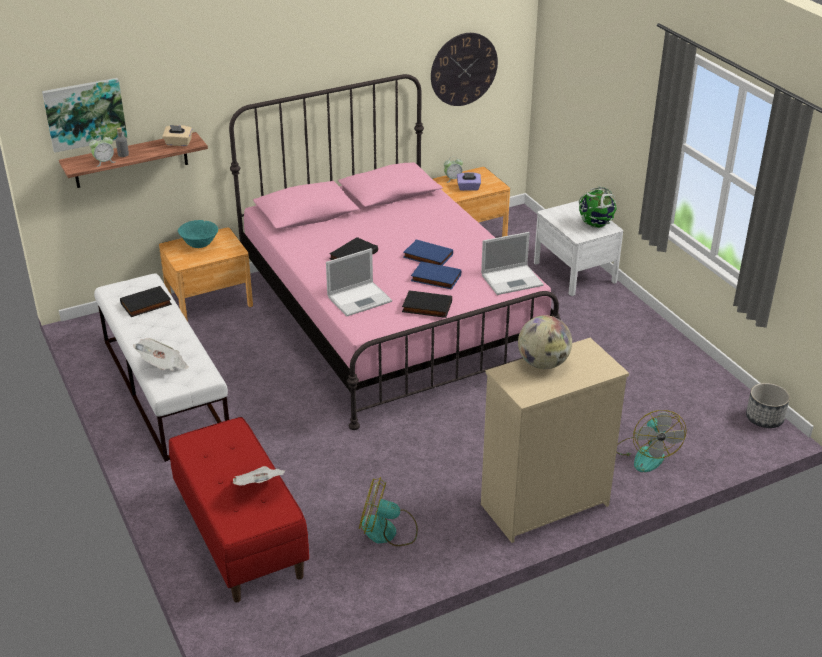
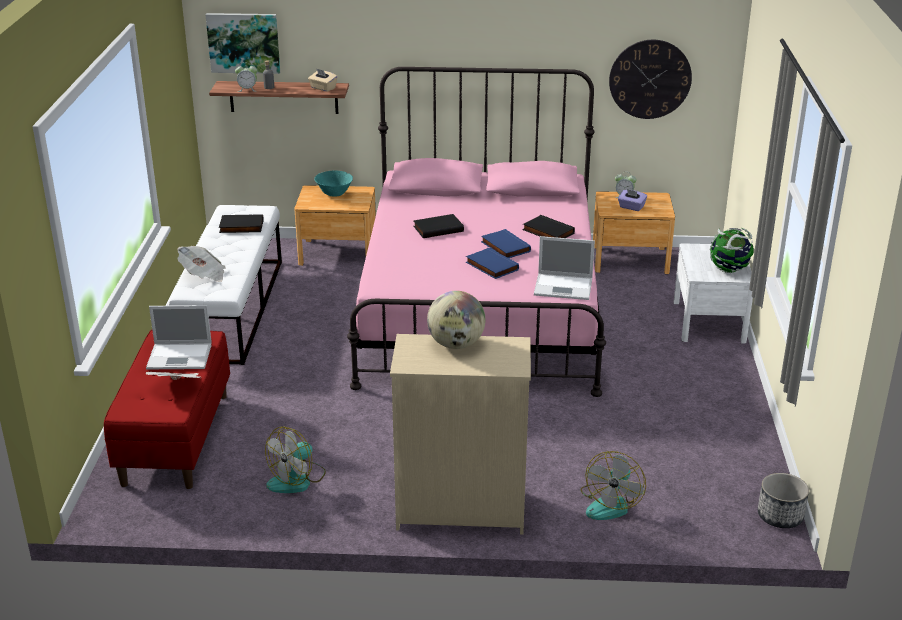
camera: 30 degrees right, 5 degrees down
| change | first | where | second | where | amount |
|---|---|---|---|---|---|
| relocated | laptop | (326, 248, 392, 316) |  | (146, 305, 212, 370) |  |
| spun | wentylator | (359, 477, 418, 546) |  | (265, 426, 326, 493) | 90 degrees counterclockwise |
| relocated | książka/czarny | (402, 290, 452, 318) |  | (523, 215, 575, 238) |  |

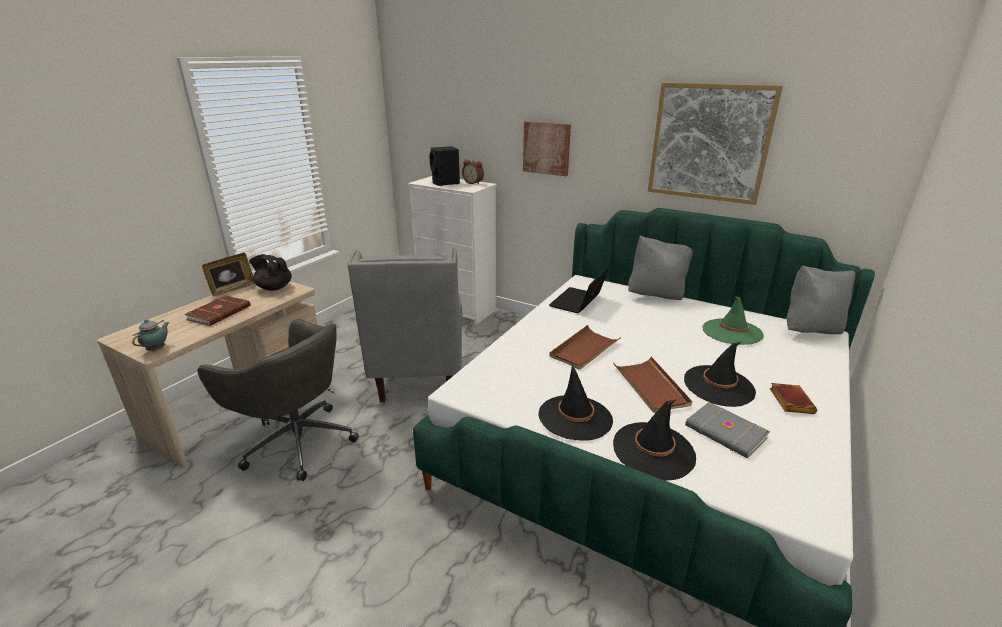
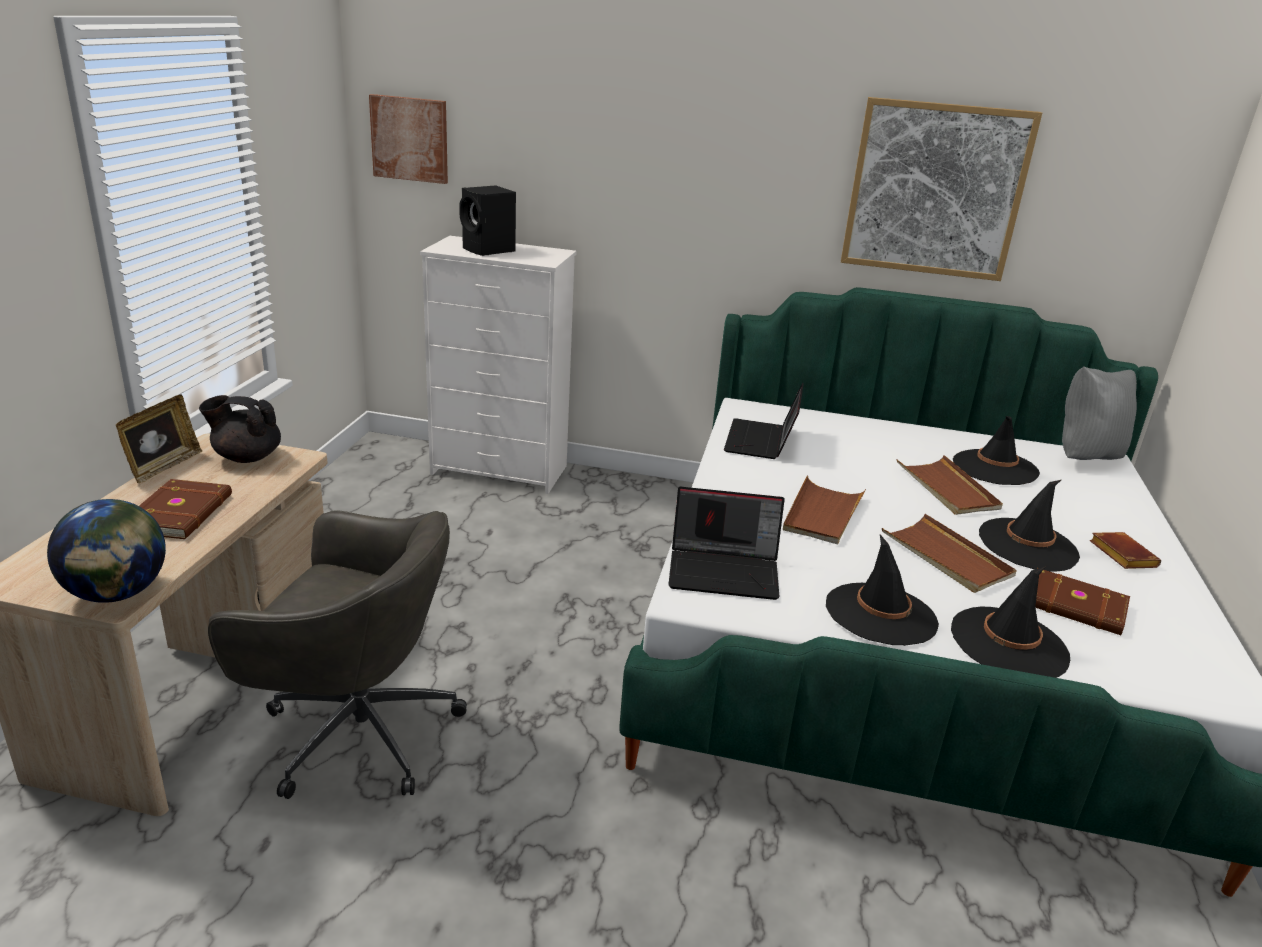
camera: 20 degrees left, 0 degrees up
| change | first | where | second | where | amount |
|---|---|---|---|---|---|
| exchanged | imbryk | (132, 319, 169, 352) | globus | (47, 499, 166, 603) |  |
| missing | fotel/szary | (348, 249, 462, 402) |  |  |  |
| missing | budzik | (462, 160, 484, 184) |  |  |  |
| relocated | obraz | (523, 121, 571, 176) |  | (369, 94, 448, 184) |  |
| missing | poduszka/szary | (628, 236, 693, 300) |  |  |  |
| colour | książka/szary | (685, 402, 770, 458) | książka/brązowy | (1035, 568, 1130, 635) |  |
| colour | kapelusz/zielony | (702, 296, 764, 345) | kapelusz/czarny | (953, 416, 1040, 485) |  |
| appeared |  |  | laptop | (668, 487, 785, 600) |  |
| appeared |  |  | taca/brązowy | (896, 455, 1003, 515) |  |

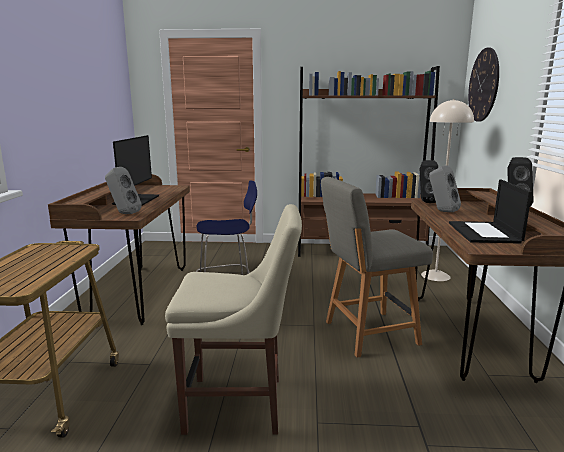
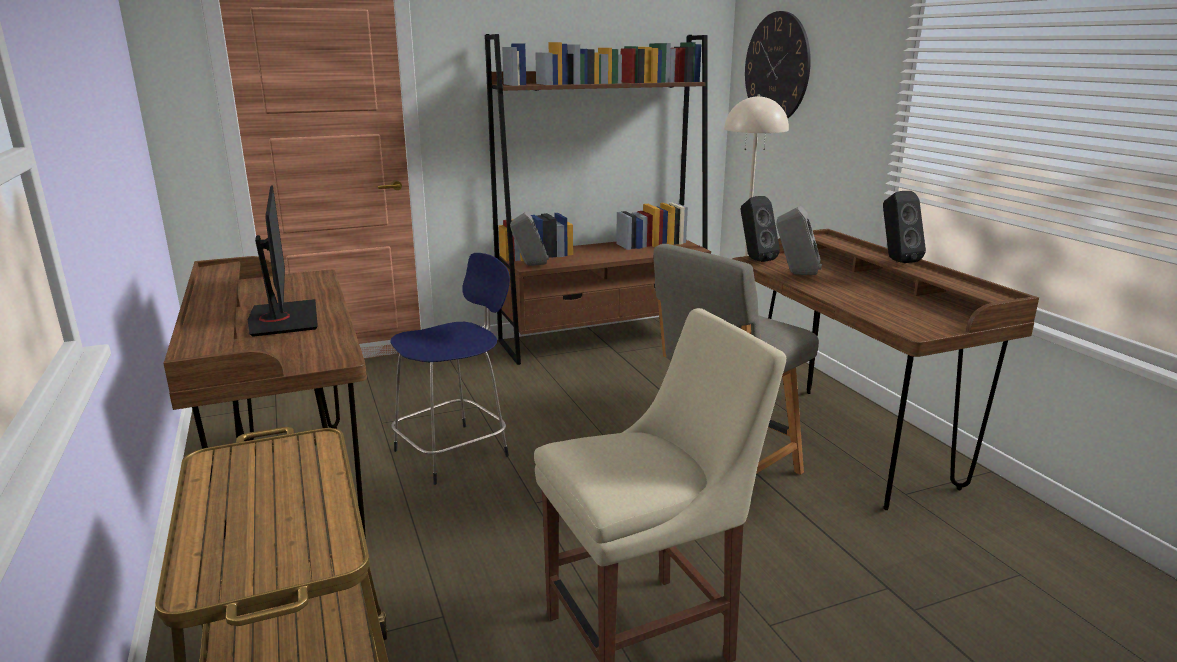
camera: 25 degrees left, 5 degrees up
| change | first | where | second | where | amount |
|---|---|---|---|---|---|
| relocated | głośnik/szary | (105, 167, 142, 214) |  | (510, 212, 549, 266) |  |
| missing | laptop | (449, 179, 532, 244) |  |  |  |

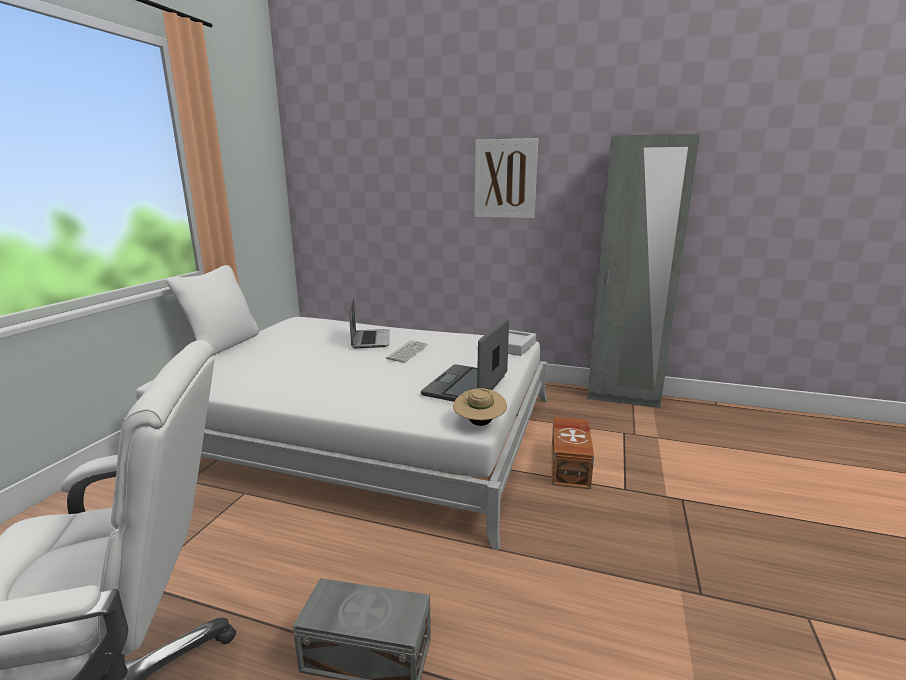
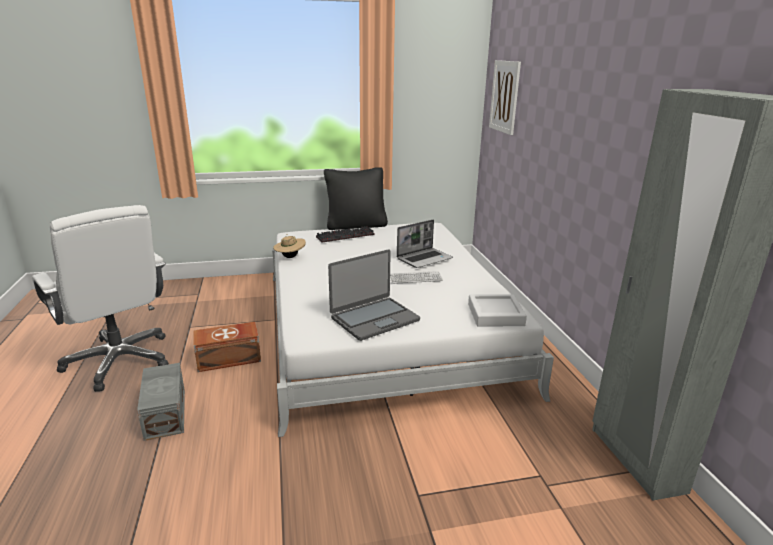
camera: 60 degrees right, 5 degrees up
| change | first | where | second | where | amount |
|---|---|---|---|---|---|
| colour | poduszka/biały | (166, 265, 259, 356) | poduszka/czarny | (324, 167, 388, 230) |  |
| spun | laptop | (421, 318, 509, 402) |  | (328, 250, 420, 341) | 150 degrees clockwise |
| relocated | kapelusz/beżowy | (453, 388, 507, 426) |  | (273, 234, 306, 258) |  |
| relocated | obraz | (475, 138, 538, 219) |  | (489, 60, 521, 135) |  |
| relocated | pojemnik do przechowywania/brązowy | (552, 417, 594, 489) |  | (193, 322, 261, 372) |  |
| appeared |  |  | klawiatura | (316, 226, 375, 243) |  |

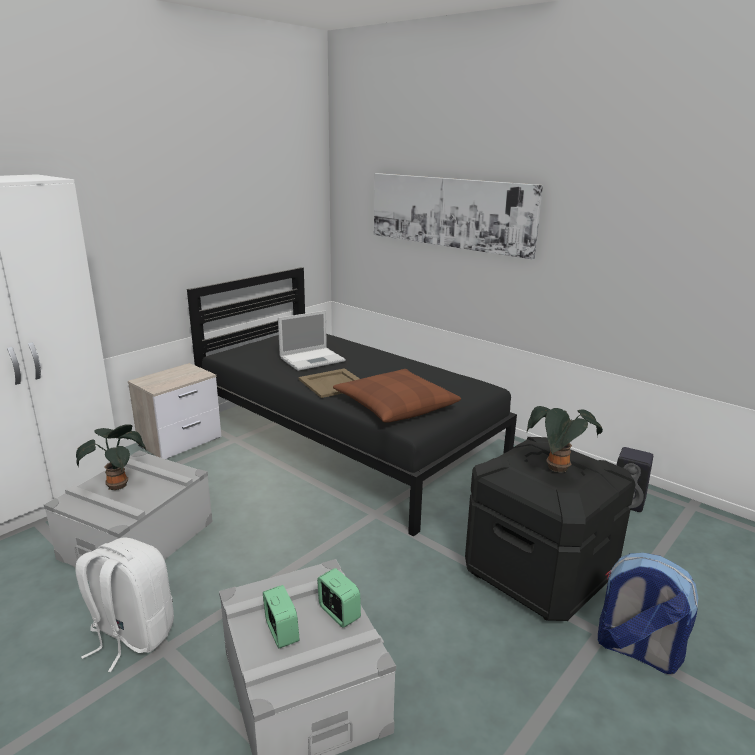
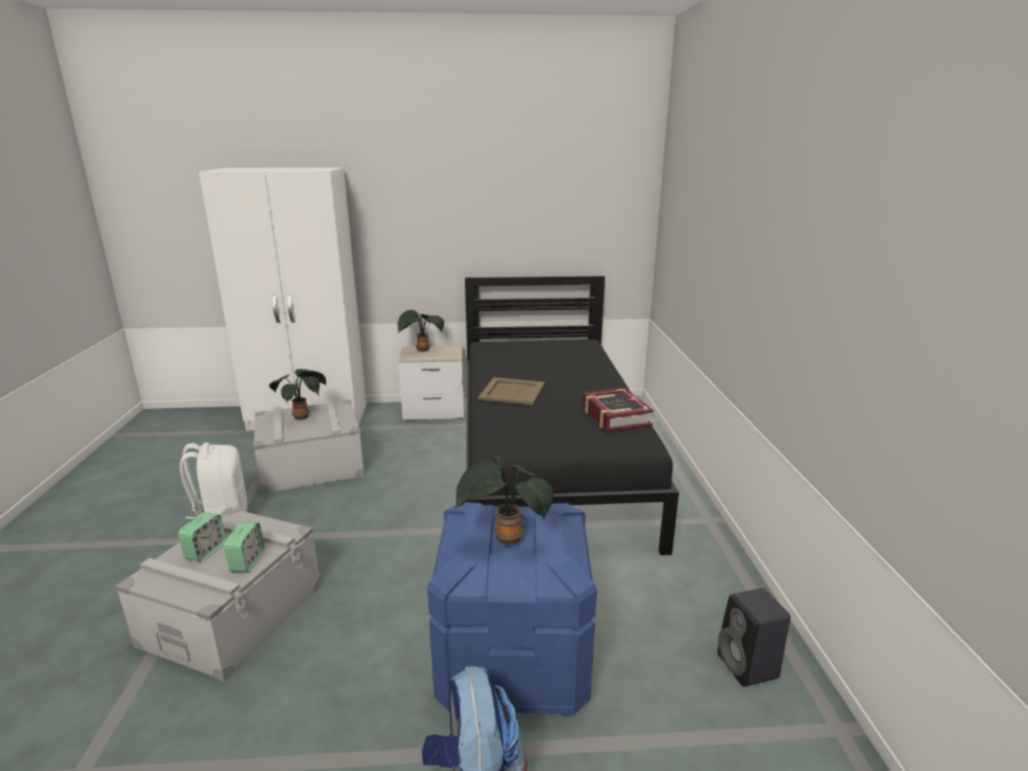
camera: 45 degrees right, 0 degrees up
| change | first | where | second | where | amount |
|---|---|---|---|---|---|
| missing | laptop | (278, 310, 346, 371) |  |  |  |
| missing | poduszka/brązowy | (333, 369, 461, 423) |  |  |  |
| missing | obraz | (374, 173, 543, 259) |  |  |  |
| colour | pojemnik do przechowywania/czarny | (465, 437, 636, 621) | pojemnik do przechowywania/niebieski | (427, 502, 597, 716) |  |
| appeared |  |  | roślina doniczkowa | (398, 310, 444, 352) |  |
| appeared |  |  | książka | (582, 388, 654, 432) |  |

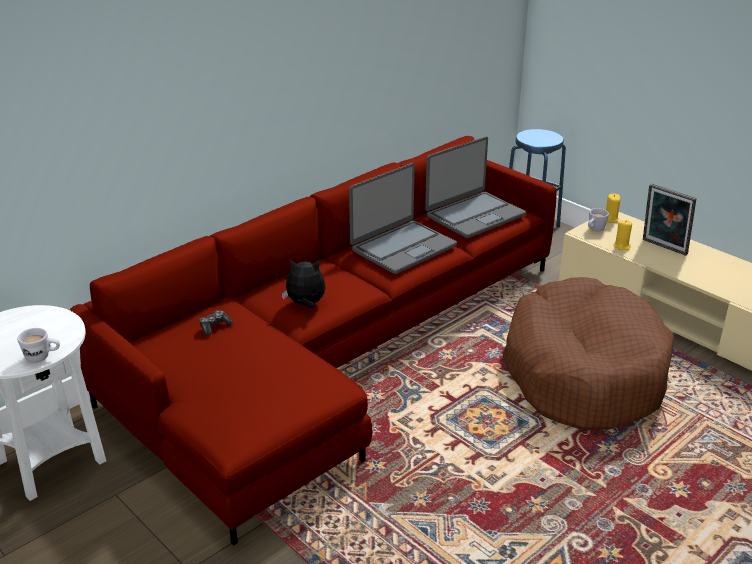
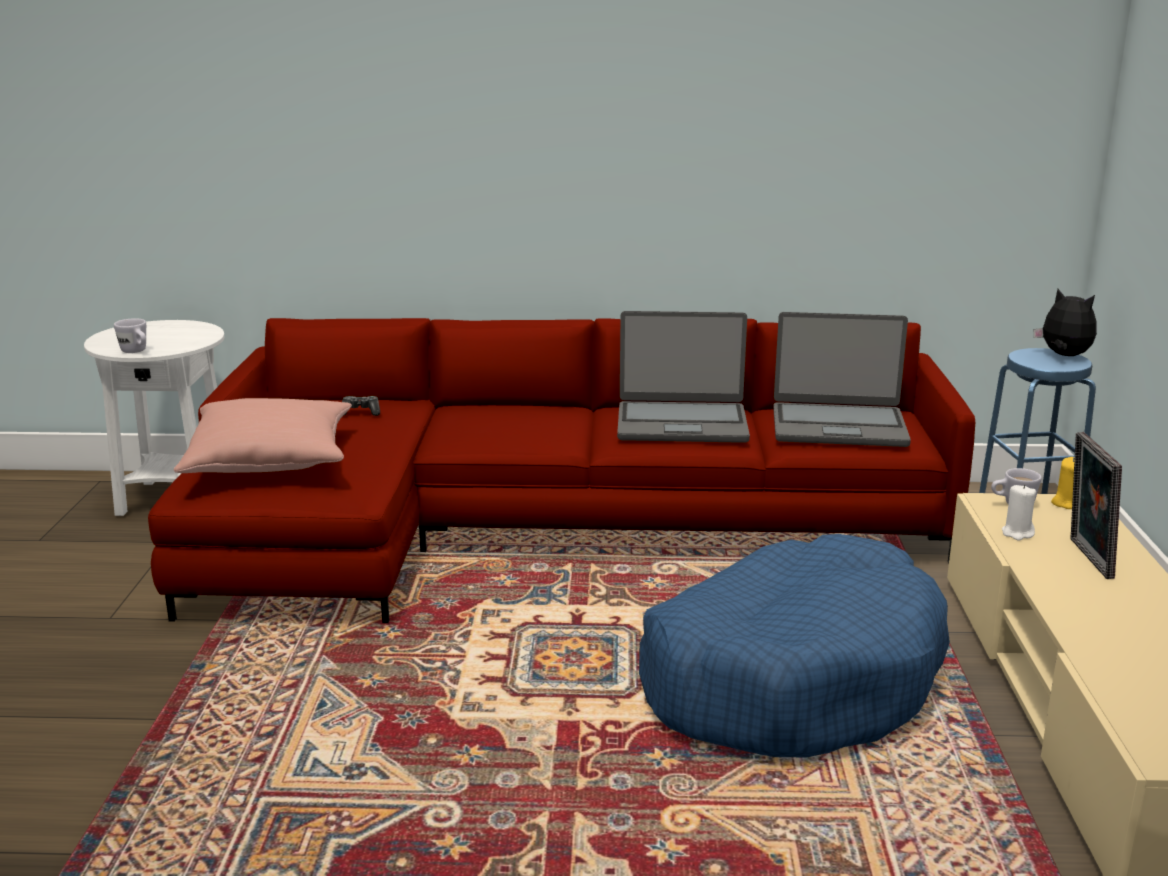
camera: 45 degrees right, 10 degrees down
| change | first | where | second | where | amount |
|---|---|---|---|---|---|
| relocated | pluszak | (282, 260, 325, 308) |  | (1034, 289, 1097, 356) |  |
| colour | legowisko/brązowy | (502, 277, 674, 431) | legowisko/niebieski | (639, 534, 950, 757) |  |
| colour | świeca/żółty | (614, 220, 632, 250) | świeca/biały | (1002, 484, 1036, 540) |  |
| appeared |  |  | poduszka/różowy | (174, 398, 352, 473) |  |

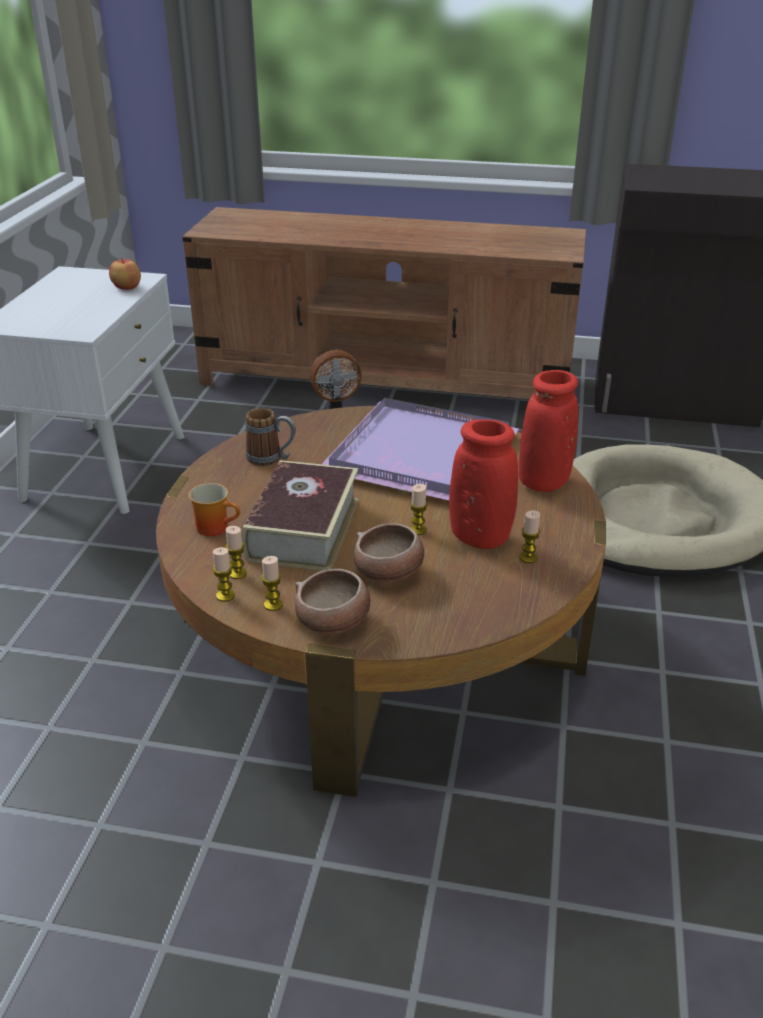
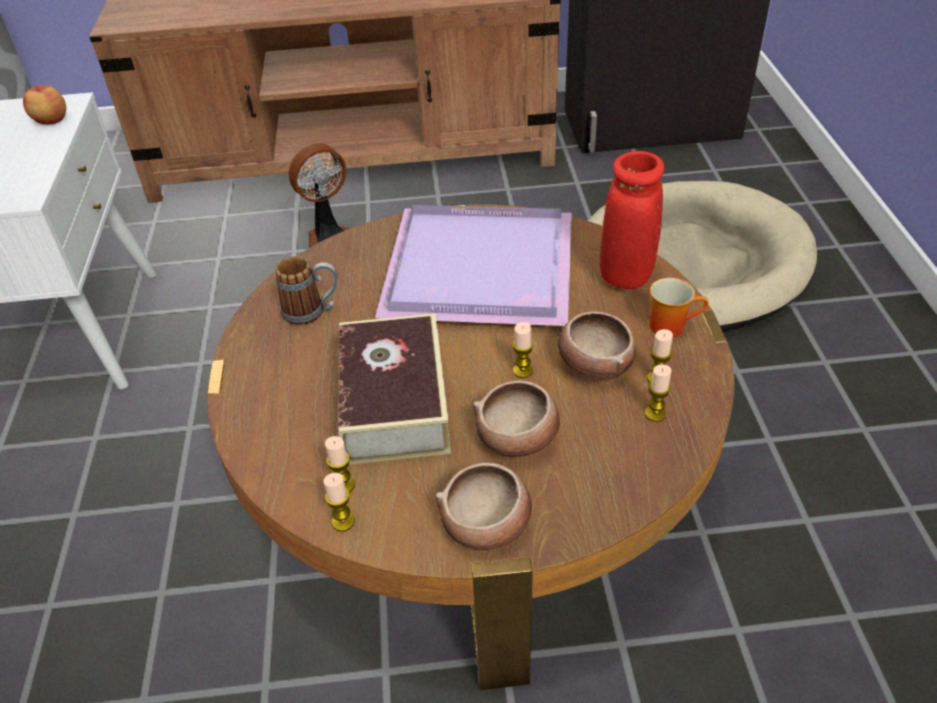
camera: 15 degrees left, 10 degrees up
| change | first | where | second | where | amount |
|---|---|---|---|---|---|
| relocated | kubek | (189, 483, 240, 536) |  | (649, 278, 709, 337) |  |
| relocated | świeca | (261, 556, 283, 611) |  | (645, 364, 672, 422) |  |
| exchanged | wazon/czerwony | (449, 419, 518, 549) | miska | (558, 311, 636, 380) |  |

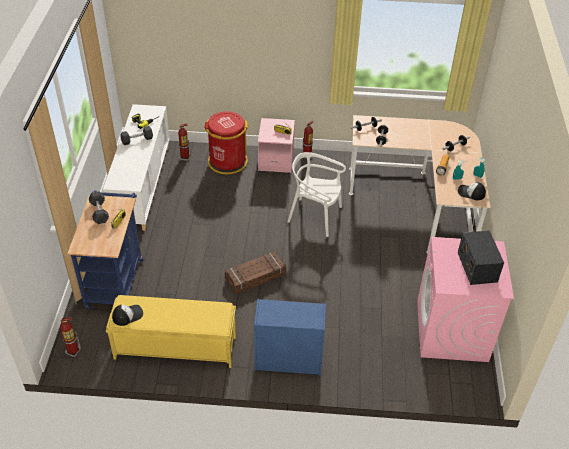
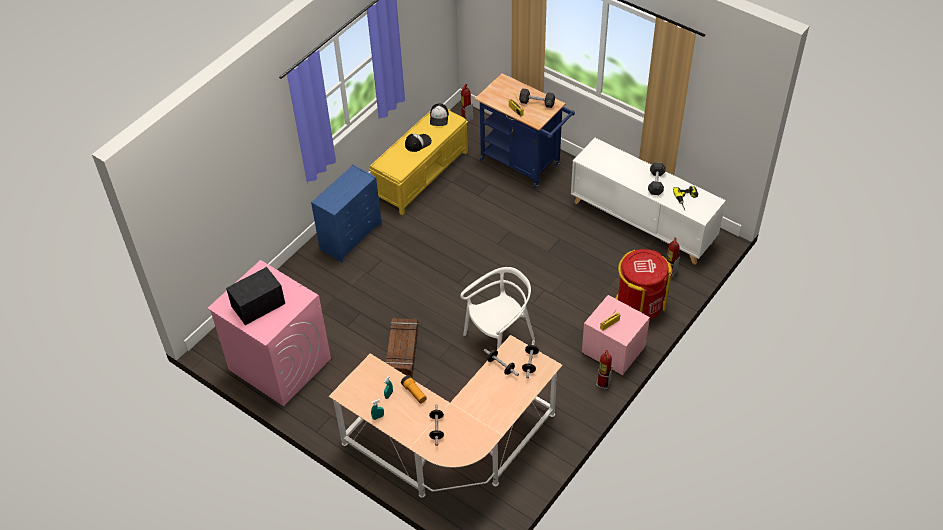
camera: 125 degrees right, 5 degrees up
| change | first | where | second | where | amount |
|---|---|---|---|---|---|
| relocated | skrzynka | (225, 252, 286, 295) |  | (385, 317, 418, 377) |  |
| relocated | czapka z daszkiem | (458, 182, 486, 200) |  | (405, 133, 432, 152) |  |
| spun | radio | (458, 230, 504, 285) |  | (226, 267, 285, 325) | 60 degrees counterclockwise |

